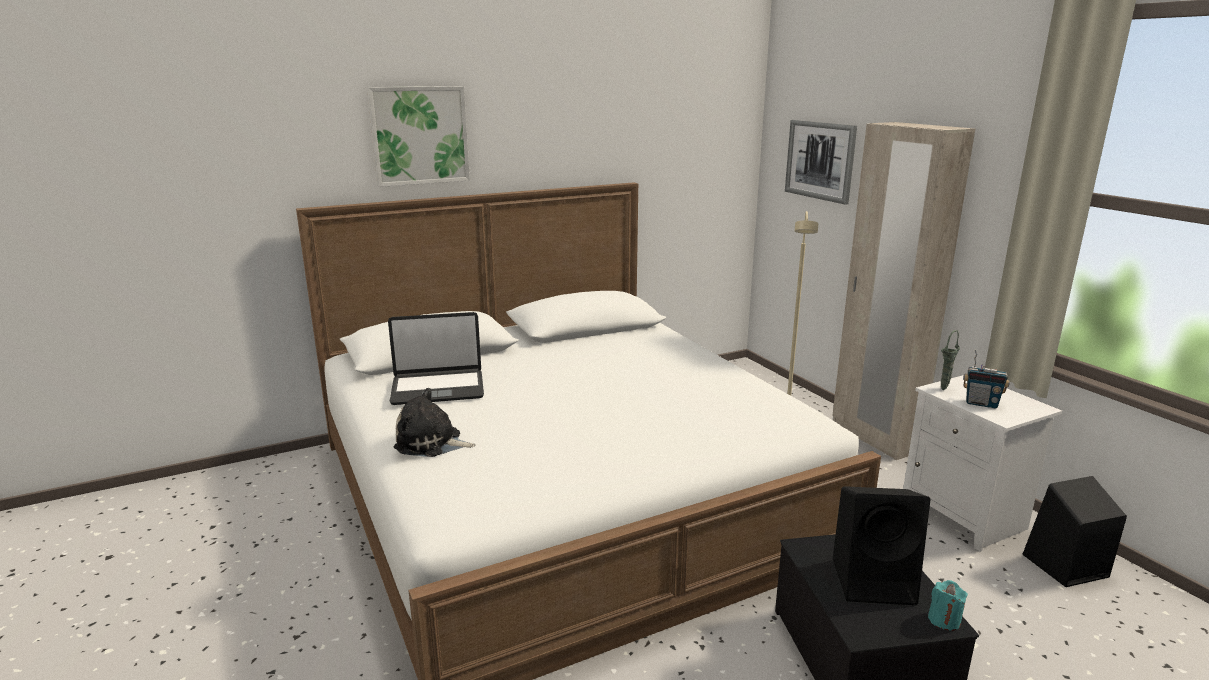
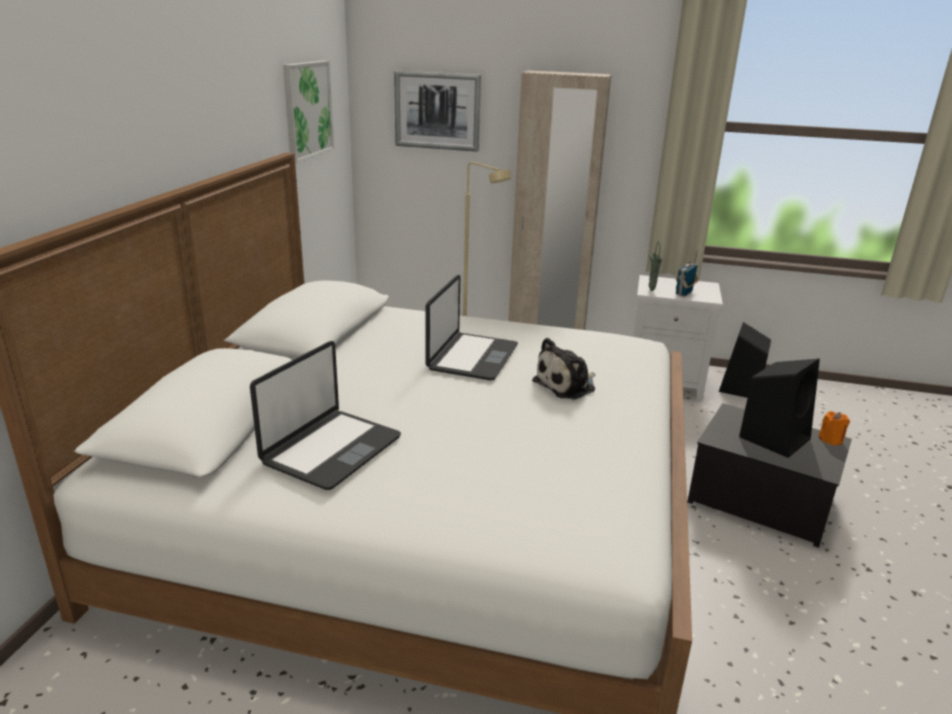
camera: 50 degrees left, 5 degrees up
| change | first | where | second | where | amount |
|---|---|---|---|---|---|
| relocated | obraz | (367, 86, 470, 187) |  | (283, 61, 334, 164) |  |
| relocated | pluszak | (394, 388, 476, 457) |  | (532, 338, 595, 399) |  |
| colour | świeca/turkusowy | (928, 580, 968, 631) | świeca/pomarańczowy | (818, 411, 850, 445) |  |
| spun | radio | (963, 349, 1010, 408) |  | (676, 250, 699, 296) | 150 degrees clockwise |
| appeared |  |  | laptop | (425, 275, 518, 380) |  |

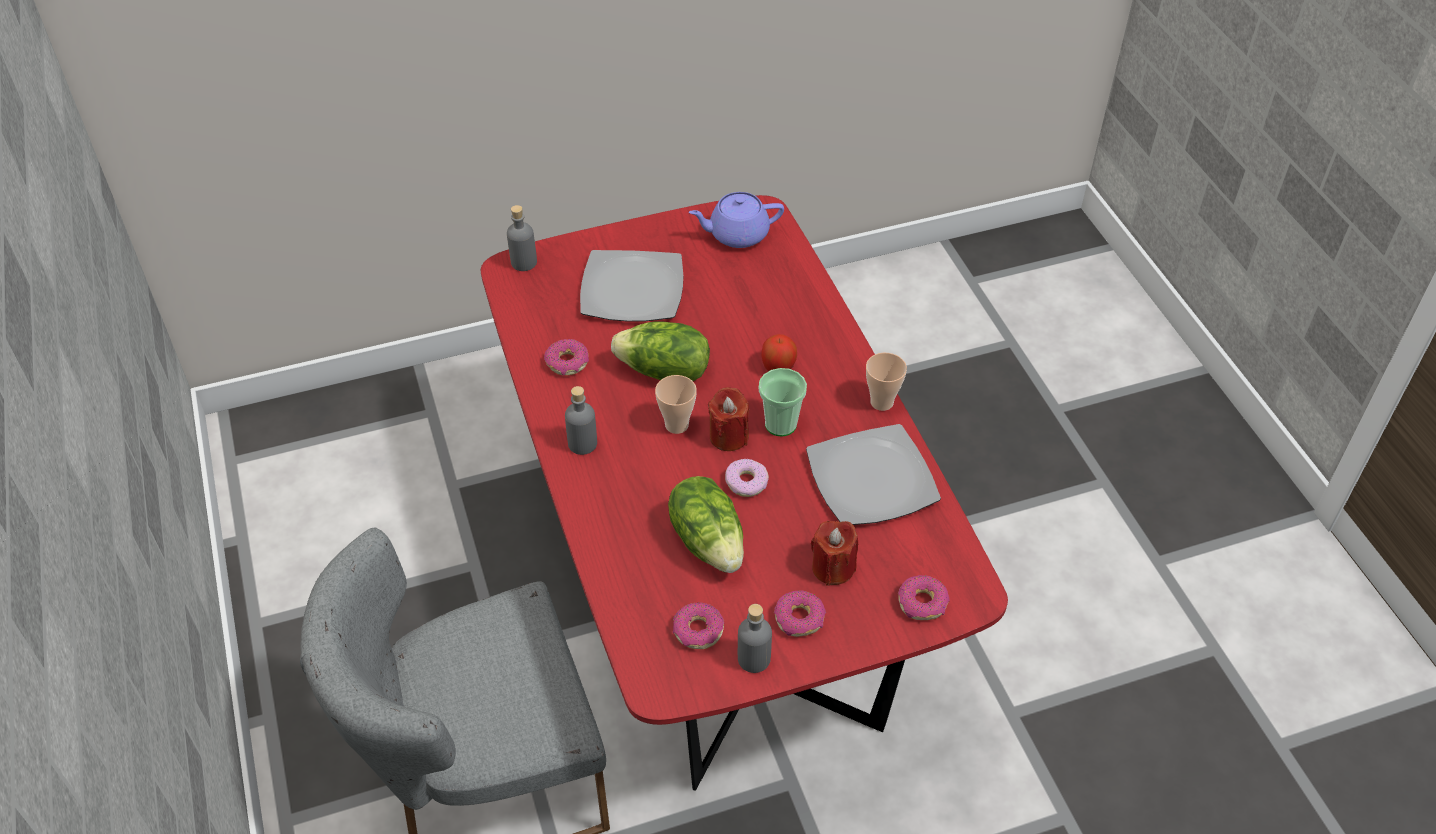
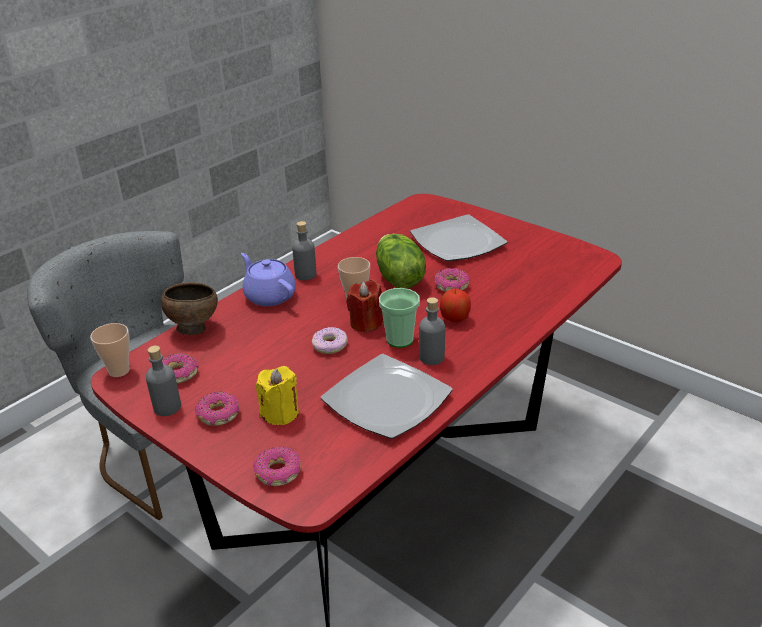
camera: 60 degrees right, 15 degrees down
| change | first | where | second | where | amount |
|---|---|---|---|---|---|
| relocated | butelka/szary | (507, 205, 537, 271) |  | (419, 297, 445, 365) |  |
| relocated | donut | (544, 339, 589, 375) |  | (435, 268, 469, 292) |  |
| missing | sałata | (668, 476, 744, 573) |  |  |  |
| relocated | imbryk/fioletowy | (689, 192, 784, 248) |  | (241, 253, 296, 306) |  |
| colour | świeca/czerwony | (811, 521, 858, 586) | świeca/żółty | (256, 366, 299, 425) |  |
| relocated | filiżanka | (866, 352, 907, 411) |  | (90, 323, 130, 377) |  |
| appeared |  |  | miska/brązowy | (161, 282, 218, 335) |  |

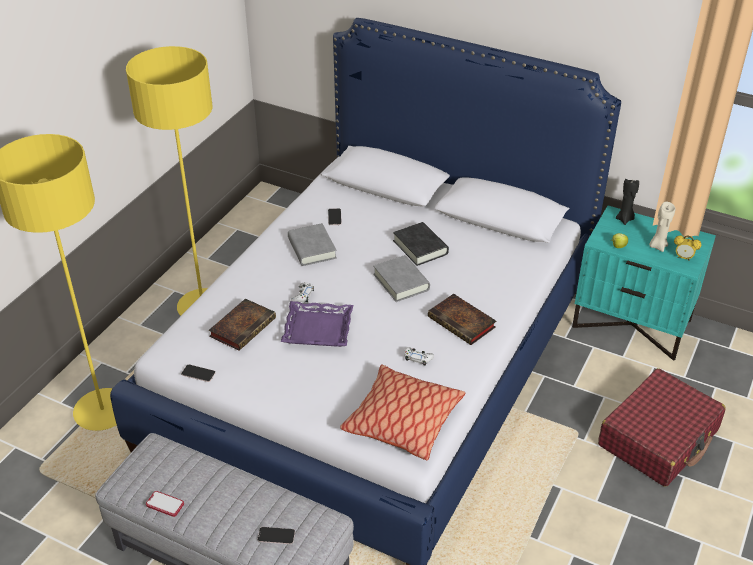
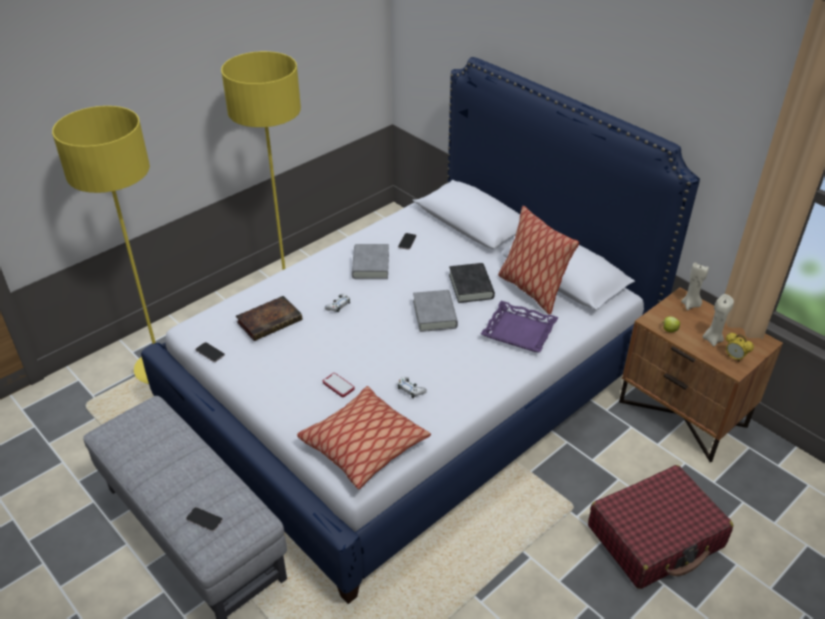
camera: 20 degrees right, 0 degrees up
| change | first | where | second | where | amount |
|---|---|---|---|---|---|
| relocated | telefon | (146, 491, 184, 517) |  | (323, 373, 355, 397) |  |
| relocated | taca/fioletowy | (281, 301, 353, 347) |  | (481, 301, 558, 352) |  |
| missing | książka | (428, 294, 496, 345) |  |  |  |
| colour | szafka nocna/turkusowy | (572, 206, 716, 361) | szafka nocna/brązowy | (619, 288, 783, 462) |  |
| colour | świeca/czarny | (616, 178, 639, 225) | świeca/beżowy | (681, 262, 709, 310) |  |
| appeared |  |  | poduszka | (498, 206, 579, 315) |  |

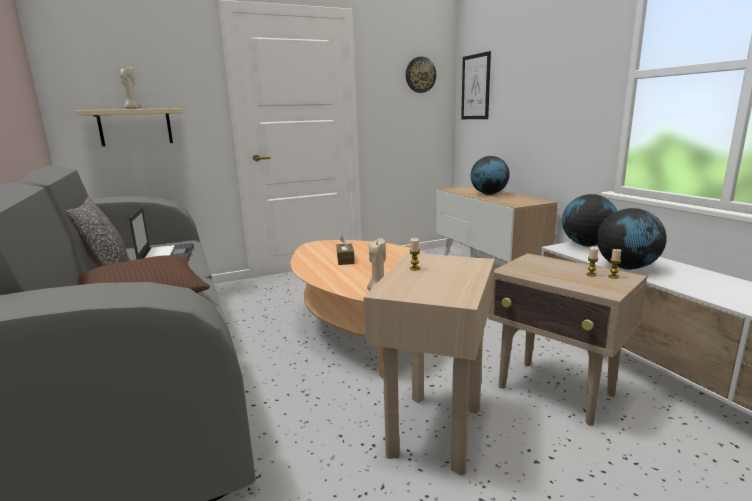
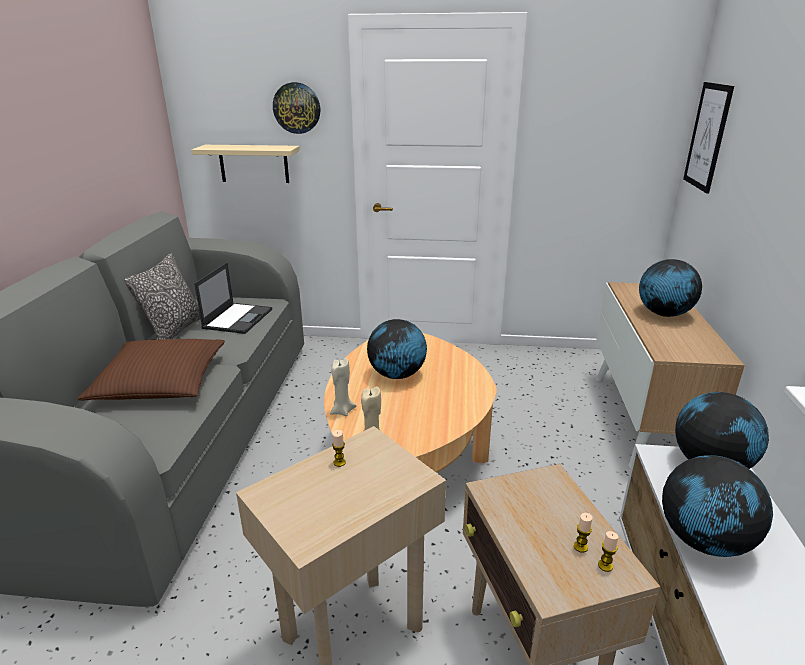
camera: 30 degrees right, 10 degrees up
| change | first | where | second | where | amount |
|---|---|---|---|---|---|
| relocated | świeca/beżowy | (120, 65, 142, 109) |  | (330, 358, 356, 416) |  |
| exchanged | pudełko chusteczek/brązowy | (337, 236, 355, 265) | globus | (367, 319, 427, 379) |  |
| relocated | zegar ścienny | (406, 57, 436, 93) |  | (273, 82, 320, 134) |  |

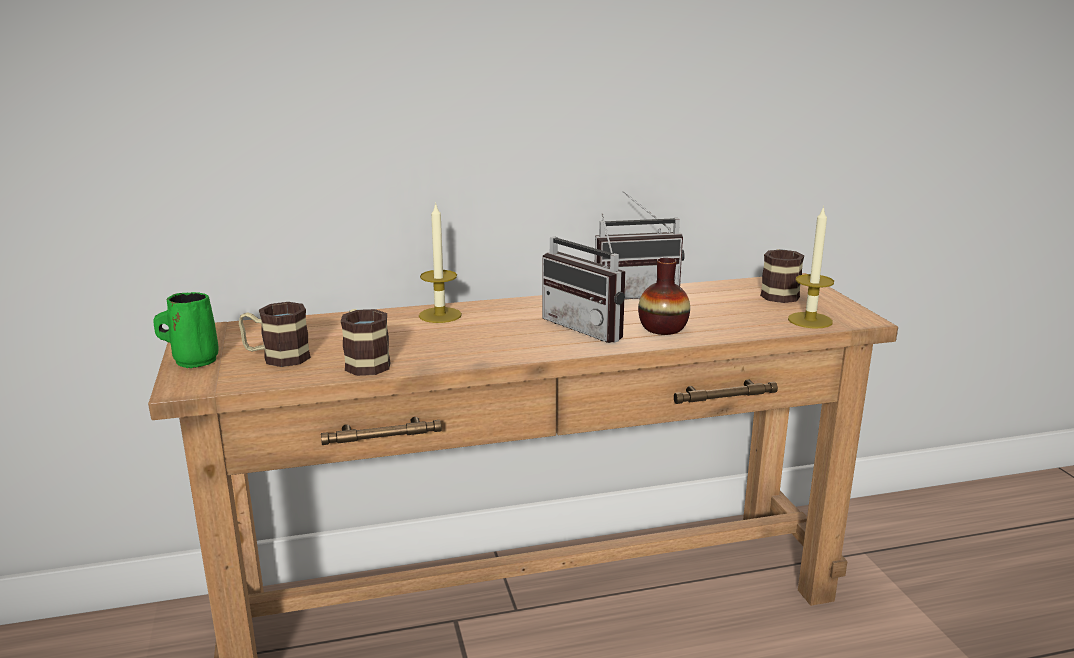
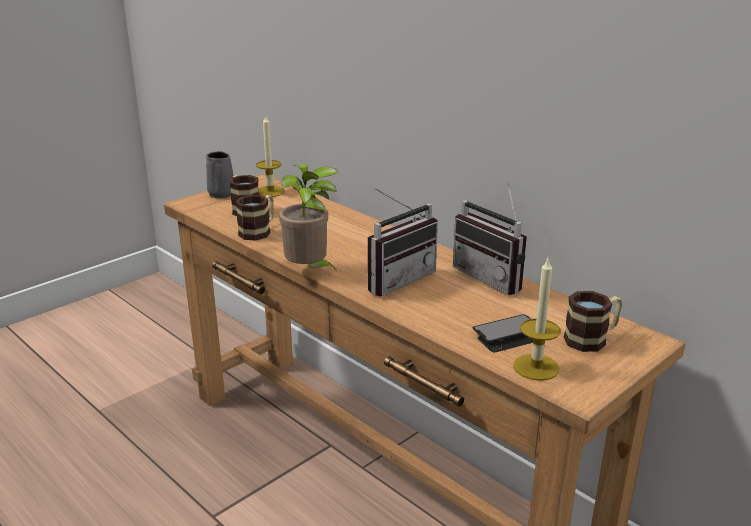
camera: 60 degrees right, 5 degrees up
| change | first | where | second | where | amount |
|---|---|---|---|---|---|
| colour | kubek/zielony | (153, 292, 219, 368) | kubek/szary | (206, 151, 233, 198) |  |
| relocated | świeca | (419, 202, 462, 323) |  | (256, 114, 285, 197) |  |
| spun | radio | (542, 213, 625, 343) |  | (368, 188, 438, 297) | 150 degrees counterclockwise |
| missing | wazon | (638, 258, 690, 335) |  |  |  |
| appeared |  |  | roślina doniczkowa | (279, 165, 338, 270) |  |
| appeared |  |  | telefon | (473, 314, 533, 353) |  |

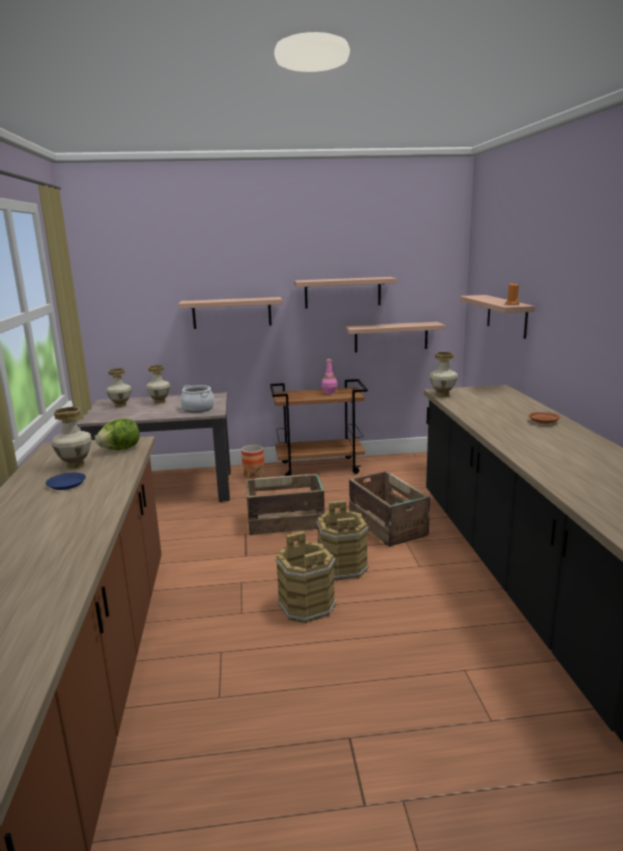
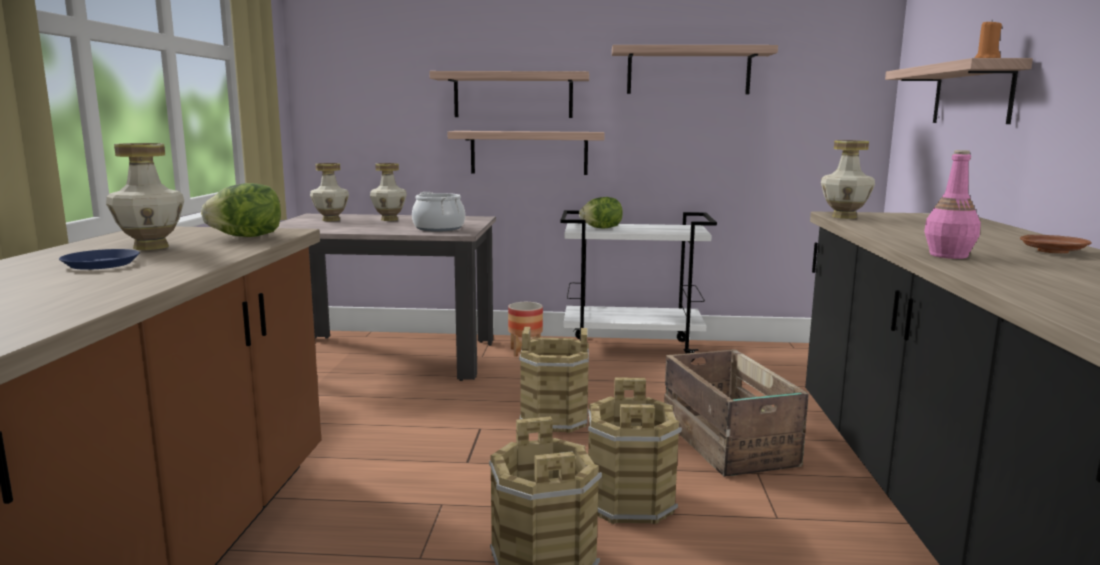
camera: 10 degrees right, 5 degrees down
| change | first | where | second | where | amount |
|---|---|---|---|---|---|
| exchanged | skrzynka | (246, 474, 325, 535) | wiadro/brązowy | (519, 327, 589, 433) |  |
| colour | wózek/brązowy | (270, 379, 368, 476) | wózek/biały | (561, 210, 717, 362) |  |
| relocated | butelka/różowy | (321, 359, 338, 394) |  | (924, 150, 981, 259) |  |
| relocated | półka | (345, 322, 445, 352) |  | (448, 131, 605, 175) |  |
| appeared |  |  | sałata | (579, 197, 623, 229) |  |

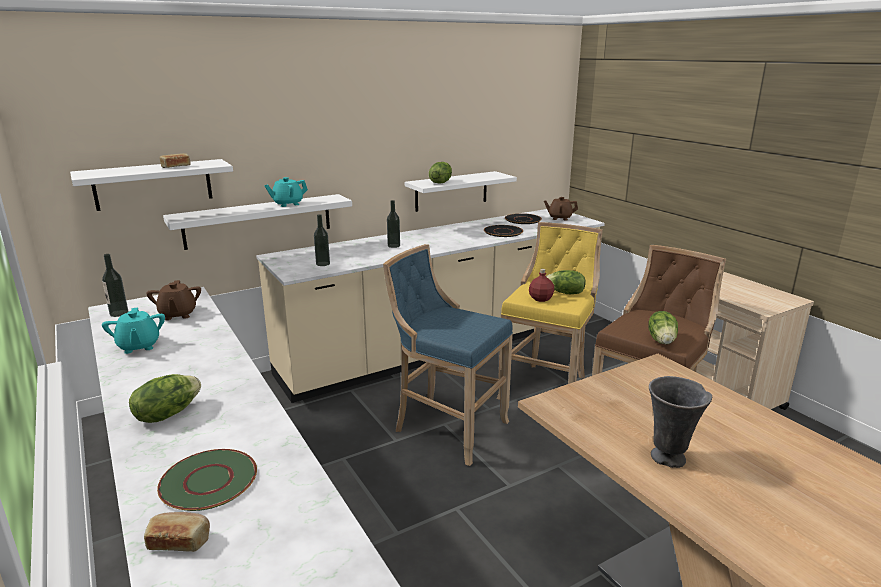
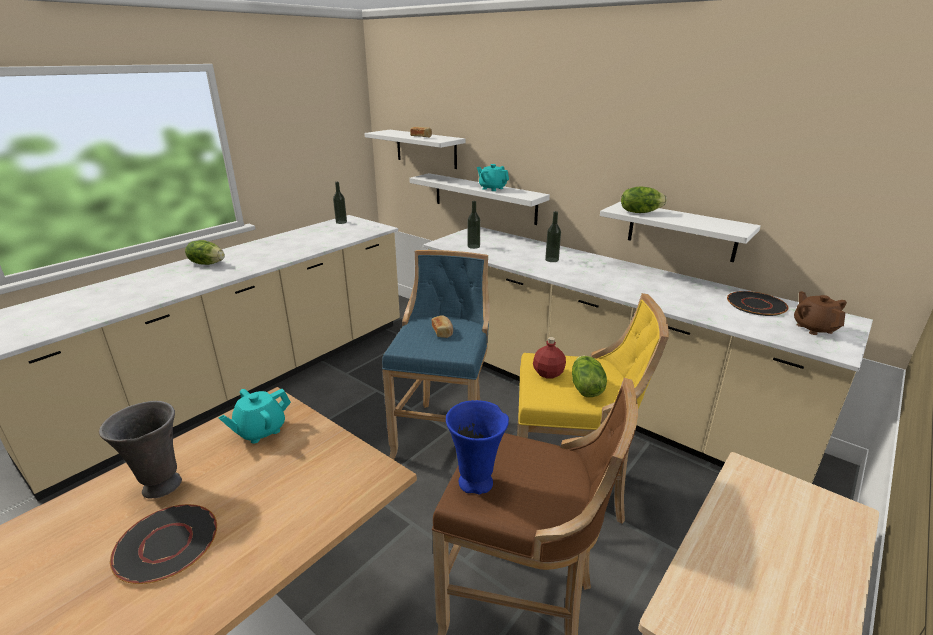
camera: 70 degrees right, 5 degrees up
| change | first | where | second | where | amount |
|---|---|---|---|---|---|
| relocated | imbryk/turkusowy | (102, 308, 165, 354) |  | (218, 389, 291, 444) |  |
| relocated | chleb | (144, 512, 210, 552) |  | (432, 315, 453, 338) |  |
| missing | imbryk/brązowy | (146, 280, 201, 320) |  |  |  |
| missing | talerz/zielony | (157, 449, 257, 511) |  |  |  |
| relocated | talerz/czarny | (484, 225, 523, 237) |  | (110, 504, 217, 584) |  |
| exchanged | sałata | (648, 311, 678, 345) | wazon/niebieski | (446, 400, 509, 494) |  |

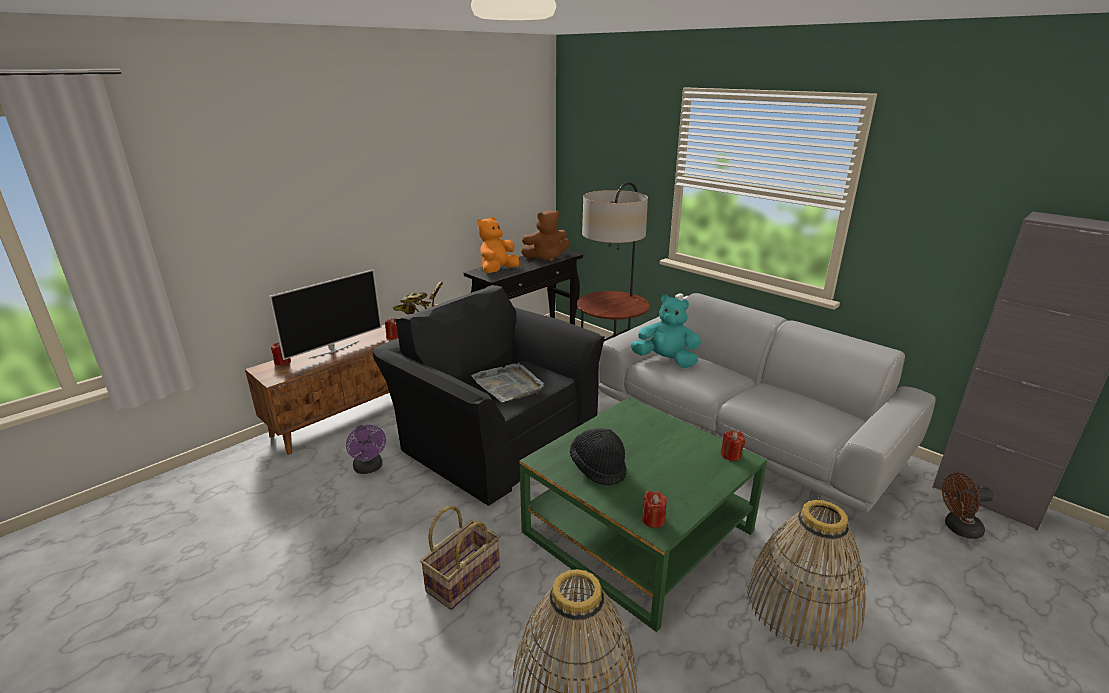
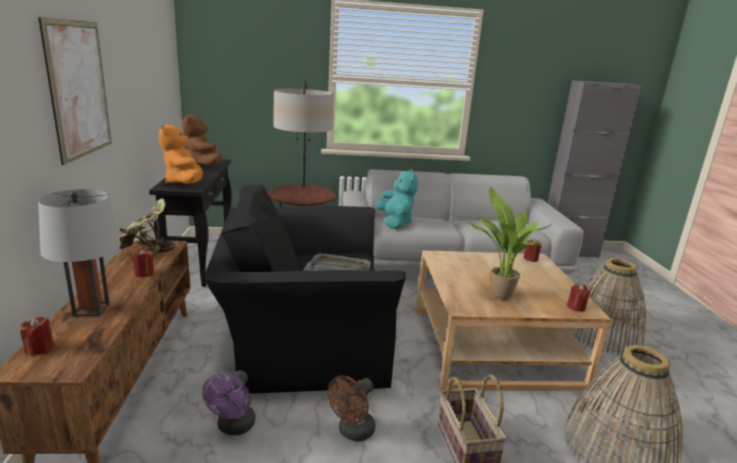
camera: 50 degrees left, 5 degrees down
| change | first | where | second | where | amount |
|---|---|---|---|---|---|
| exchanged | telewizor | (269, 269, 382, 360) | lampa stołowa/szary | (38, 189, 121, 316) |  |
| spun | wentylator/fioletowy | (346, 425, 386, 474) |  | (202, 371, 255, 435) | 90 degrees clockwise |
| colour | ława/zielony | (520, 397, 767, 632) | ława/beżowy | (416, 250, 612, 391) |  |
| spun | pluszak/brązowy | (521, 211, 570, 262) |  | (183, 114, 222, 166) | 135 degrees clockwise |
| exchanged | kapelusz/czarny | (570, 428, 627, 485) | roślina doniczkowa | (468, 187, 551, 300) |  |
| spun | pluszak/turkusowy | (631, 294, 701, 368) |  | (376, 169, 418, 229) | 105 degrees clockwise |
| relocated | wentylator/brązowy | (942, 473, 994, 539) |  | (327, 376, 375, 441) |  |
| appeared |  |  | obraz | (38, 17, 112, 165) |  |

